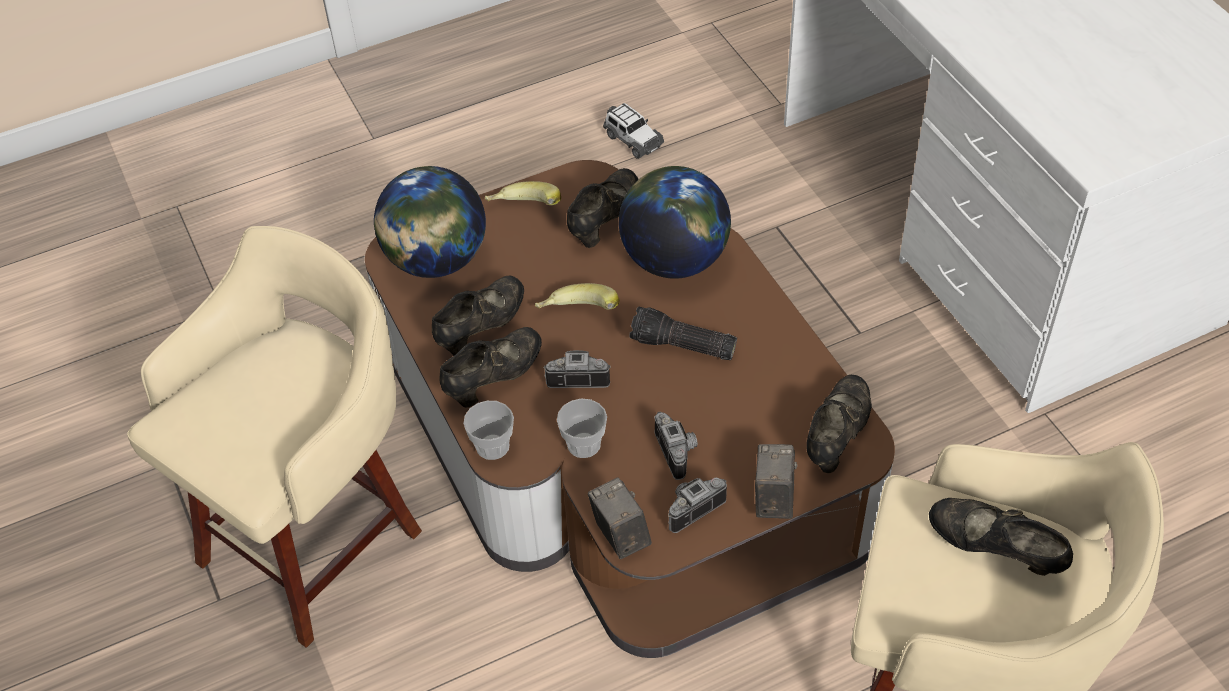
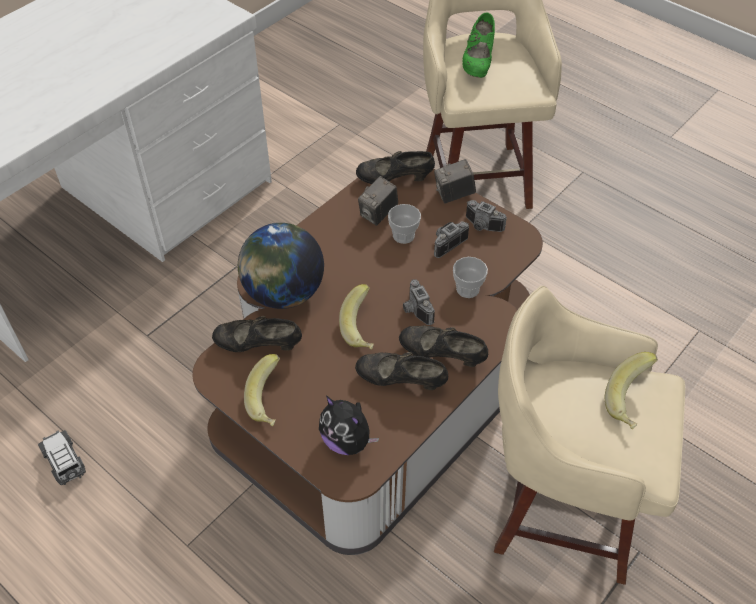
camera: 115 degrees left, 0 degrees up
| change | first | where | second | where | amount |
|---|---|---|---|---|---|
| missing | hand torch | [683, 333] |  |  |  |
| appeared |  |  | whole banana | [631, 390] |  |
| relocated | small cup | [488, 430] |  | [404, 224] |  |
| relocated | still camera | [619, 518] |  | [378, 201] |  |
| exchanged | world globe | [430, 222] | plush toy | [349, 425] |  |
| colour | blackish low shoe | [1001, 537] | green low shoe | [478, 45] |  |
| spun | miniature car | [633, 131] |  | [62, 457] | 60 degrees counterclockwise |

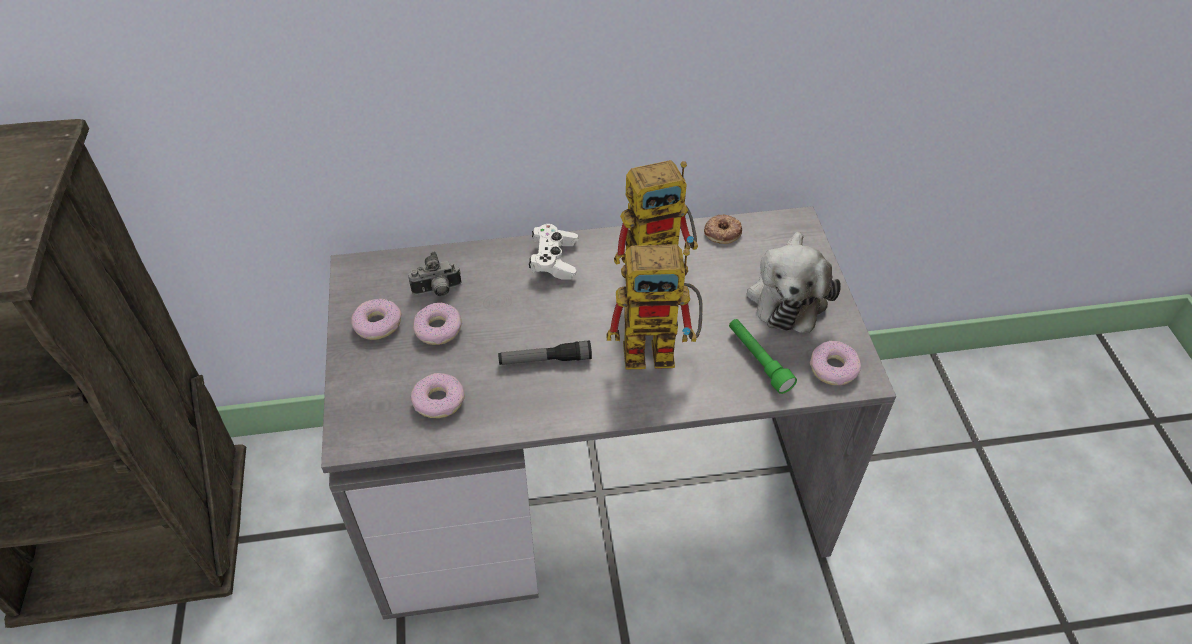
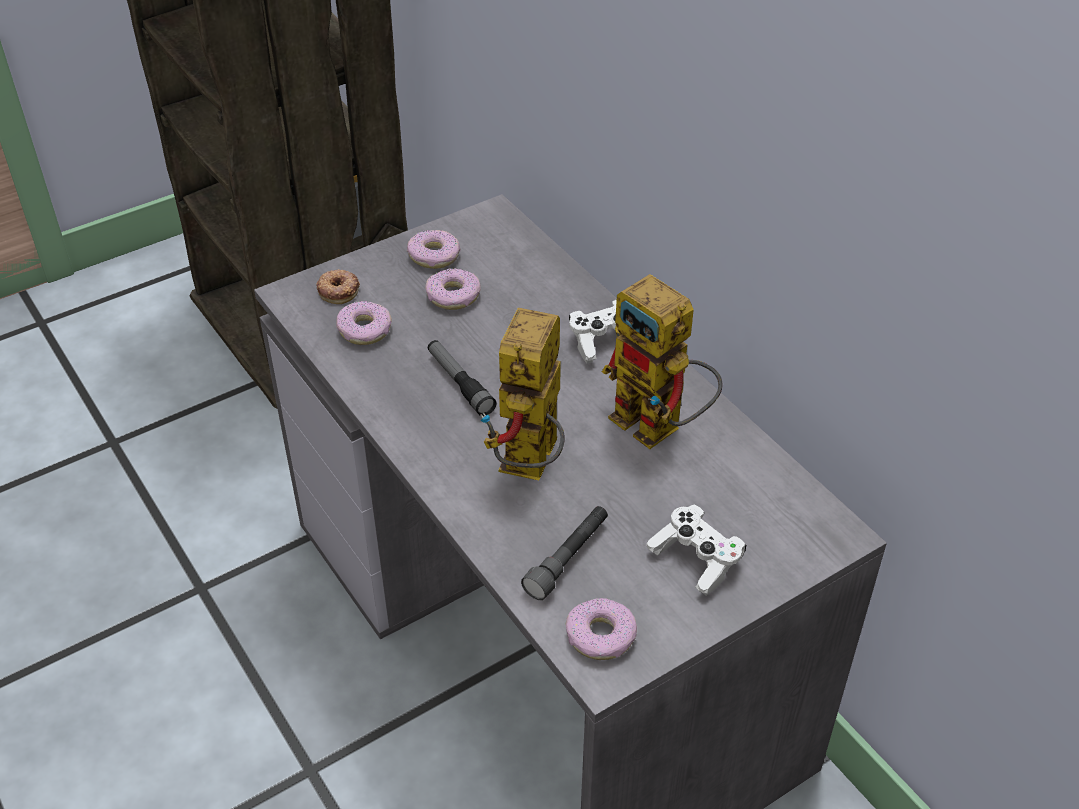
camera: 65 degrees right, 5 degrees down
| change | first | where | second | where | amount |
|---|---|---|---|---|---|
| missing | still camera | [434, 274] |  |  |  |
| relocated | doughnut | [723, 229] |  | [338, 286] |  |
| exchanged | plush toy | [794, 282] | whitish gamepad | [696, 550] |  |
| colour | green hand torch | [763, 356] | grey hand torch | [564, 553] |  |
| spun | model robot | [654, 306] |  | [522, 394] | 45 degrees clockwise |

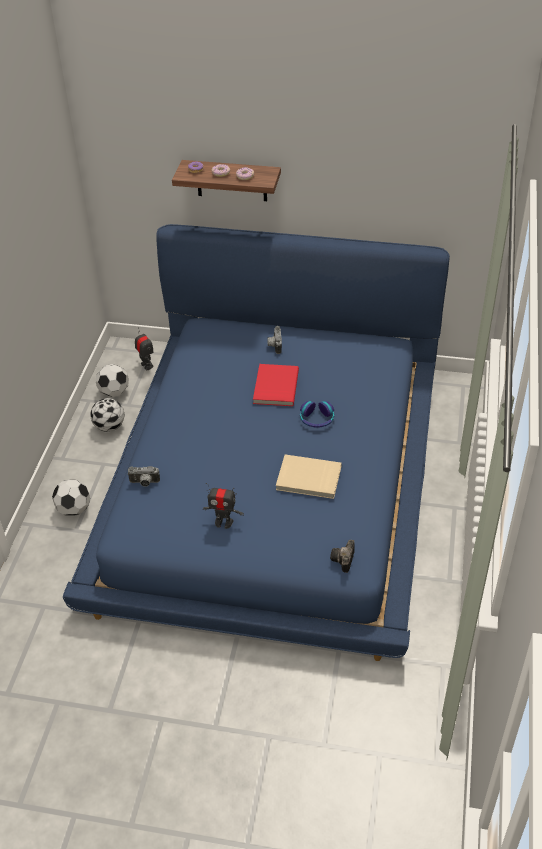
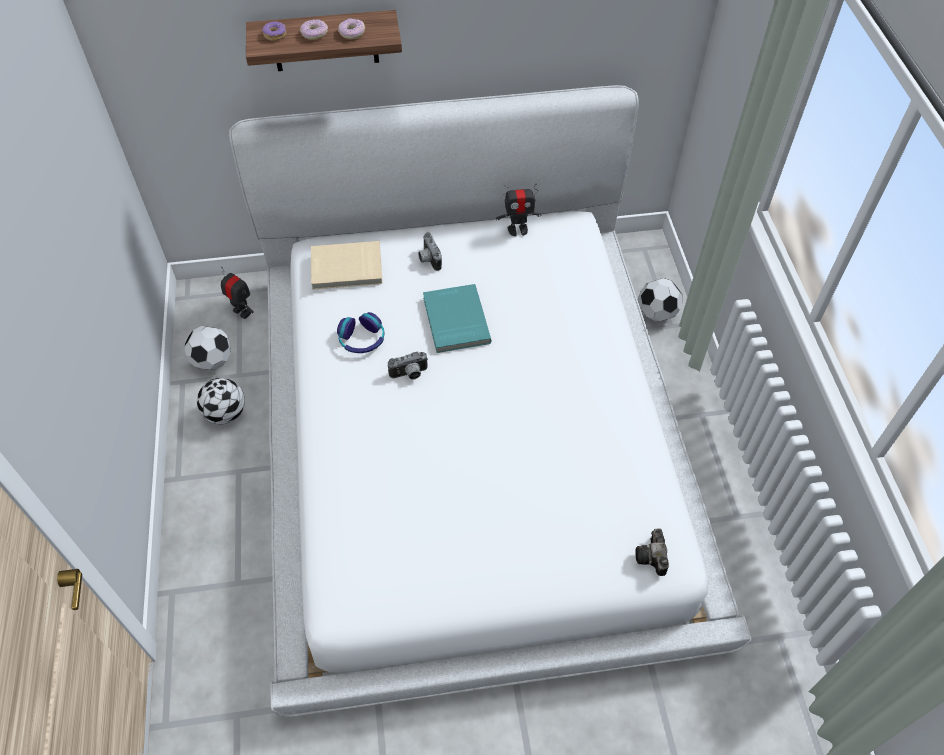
camera: 20 degrees left, 10 degrees up
| change | first | where | second | where | amount |
|---|---|---|---|---|---|
| relocated | football | [71, 498] |  | [661, 300] |  |
| relocated | still camera | [144, 476] |  | [408, 366] |  |
| relocated | model robot | [223, 506] |  | [518, 210] |  |
| relocated | beige-coloured volume | [309, 476] |  | [347, 265] |  |
| relocated | headphones | [317, 414] |  | [361, 332] |  |
| colour | blue-coloured sleeping bed | [256, 442] | whitish sleeping bed | [490, 401] |  |
| colour | red volume | [276, 385] | blue-green volume | [457, 318] |  |

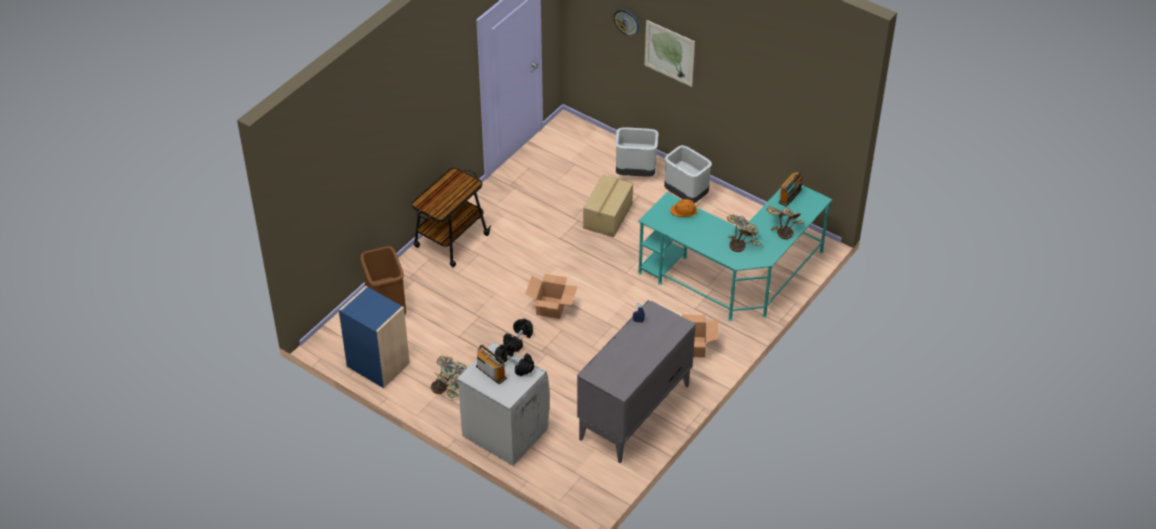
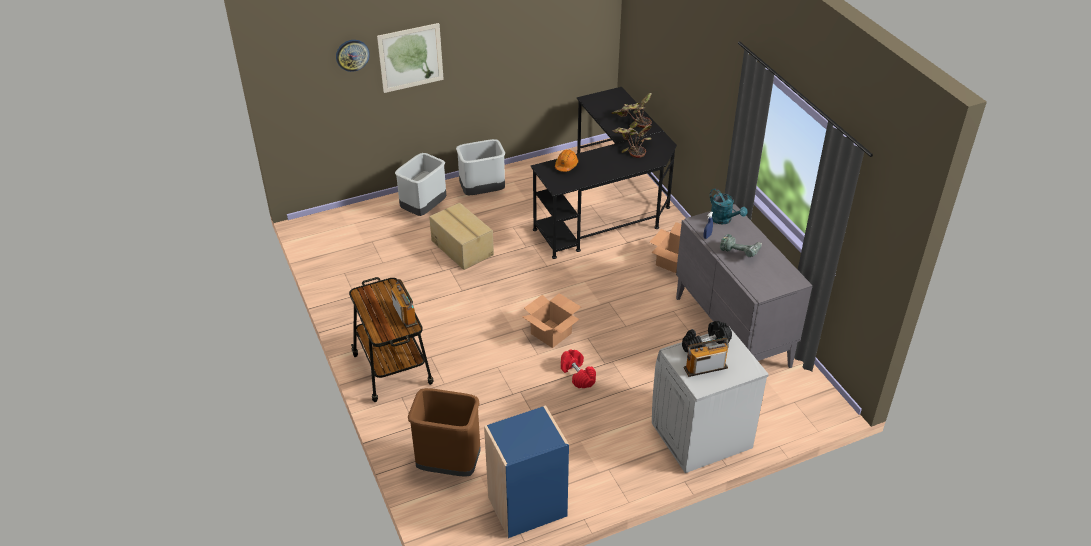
camera: 60 degrees left, 5 degrees down
| change | first | where | second | where | amount |
|---|---|---|---|---|---|
| missing | houseplant | [449, 377] |  |  |  |
| appeared |  |  | blue-green sprinkling can | [728, 206] |  |
| appeared |  |  | power drill | [741, 245] |  |
| relocated | radio set | [790, 189] |  | [404, 303] |  |
| colour | blackish dumbbell | [518, 335] | red dumbbell | [578, 368] |  |
| colour | blue-green desk table | [735, 253] | blackish desk table | [604, 173] |  |

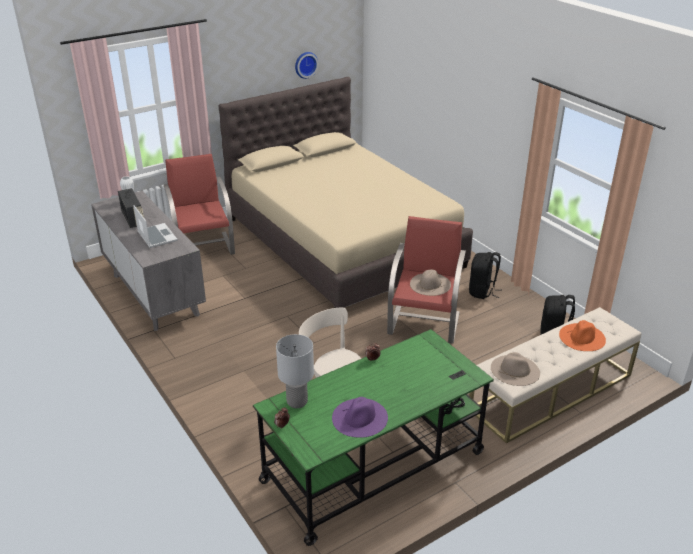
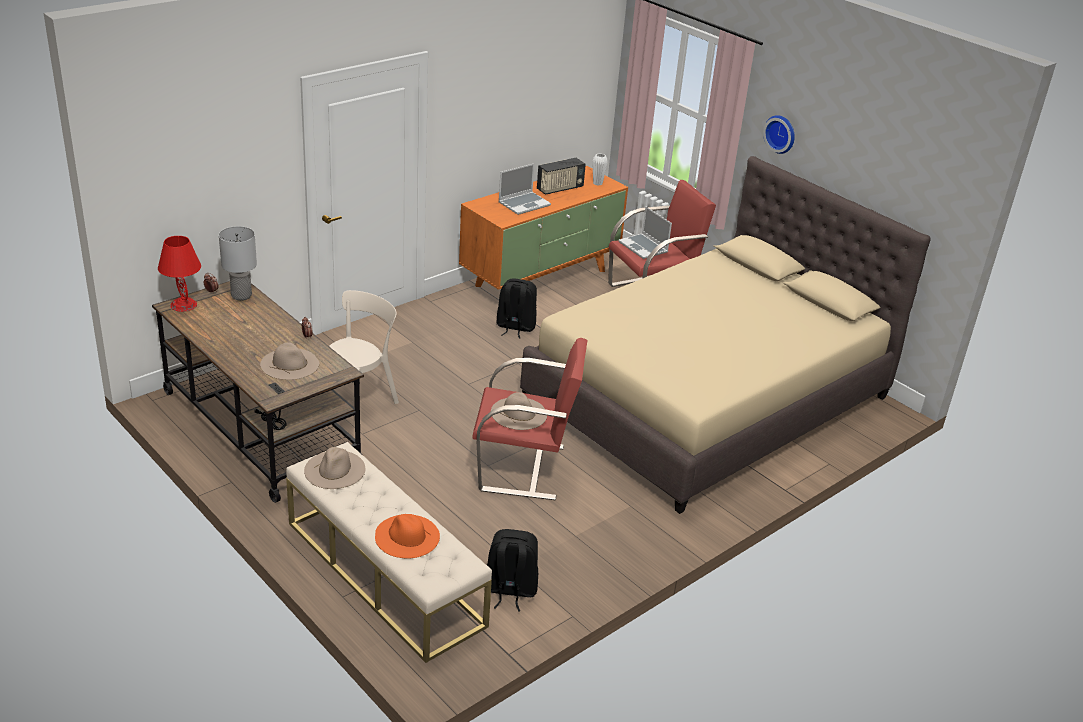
camera: 80 degrees right, 0 degrees up
| change | first | where | second | where | amount |
|---|---|---|---|---|---|
| missing | purplish hat | [360, 417] |  |  |  |
| appeared |  |  | red tabletop lamp | [179, 274] |  |
| appeared |  |  | beige-coloured hat | [289, 361] |  |
| appeared |  |  | laptop | [645, 232] |  |
| relocated | clock on the wall | [306, 65] |  | [779, 134] |  |
| relocated | blackish backpack | [485, 275] |  | [516, 308] |  |
| colour | grey dresser | [148, 261] | orangey dresser | [543, 228] |  |
| colour | green desk table | [373, 437] | brown-coloured desk table | [258, 392] |  |

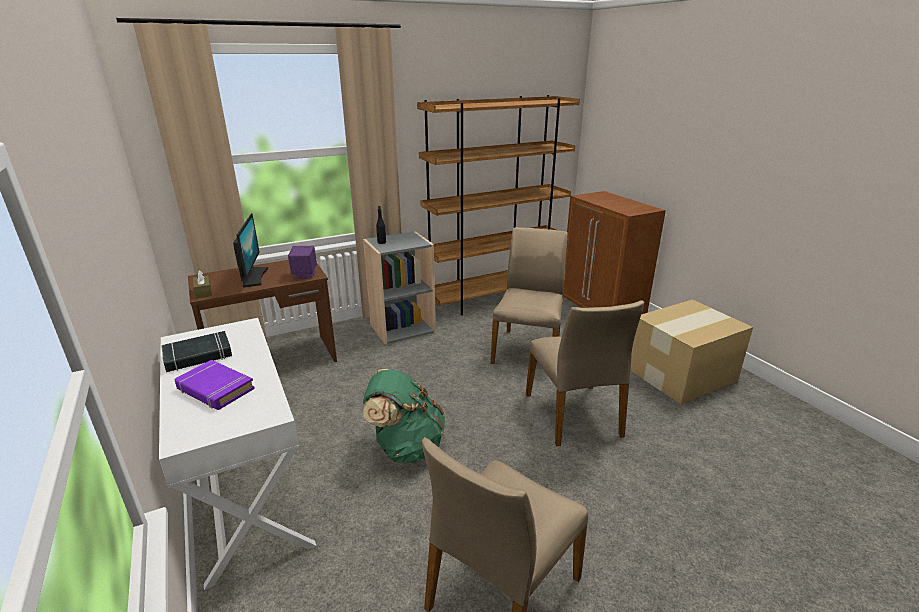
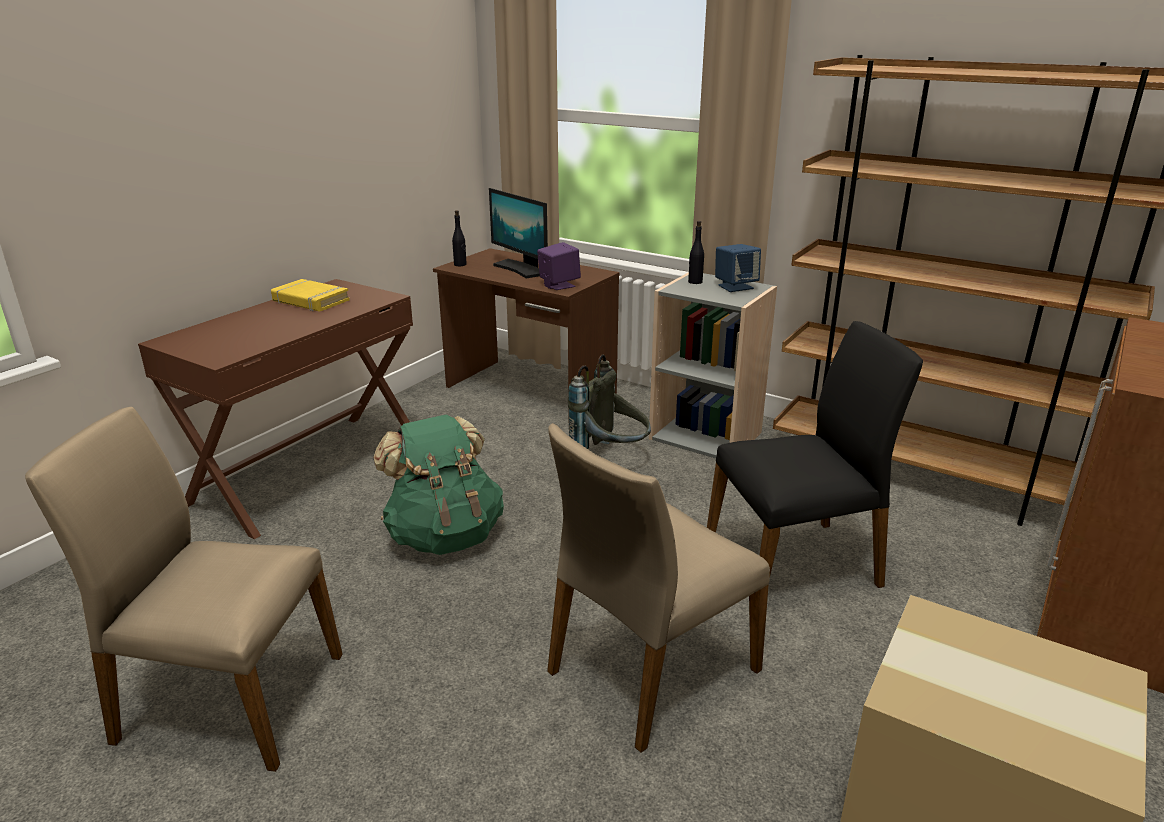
camera: 60 degrees right, 0 degrees up
| change | first | where | second | where | amount |
|---|---|---|---|---|---|
| missing | purplish volume | [215, 385] |  |  |  |
| appeared |  |  | grey backpack | [609, 401] |  |
| appeared |  |  | blue-coloured audio speaker | [738, 268] |  |
| exchanged | brown-coloured tissue box | [202, 284] | blackish beverage bottle | [459, 238] |  |
| colour | whitish desk table | [237, 454] | brown-coloured desk table | [275, 409] |  |
| colour | blackish volume | [196, 351] | yellow-coloured volume | [310, 295] |  |
| colour | beige-coloured plain chair | [529, 295] | blackish plain chair | [815, 454] |  |
| spun | computer screen | [250, 250] |  | [518, 233] | 90 degrees clockwise |

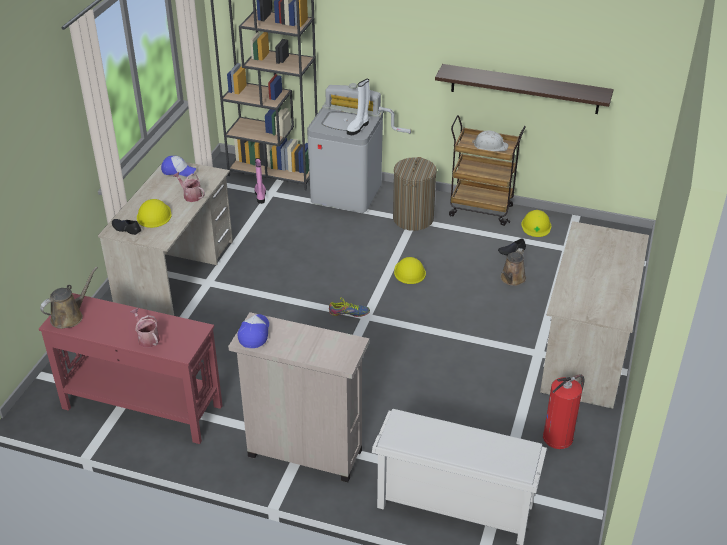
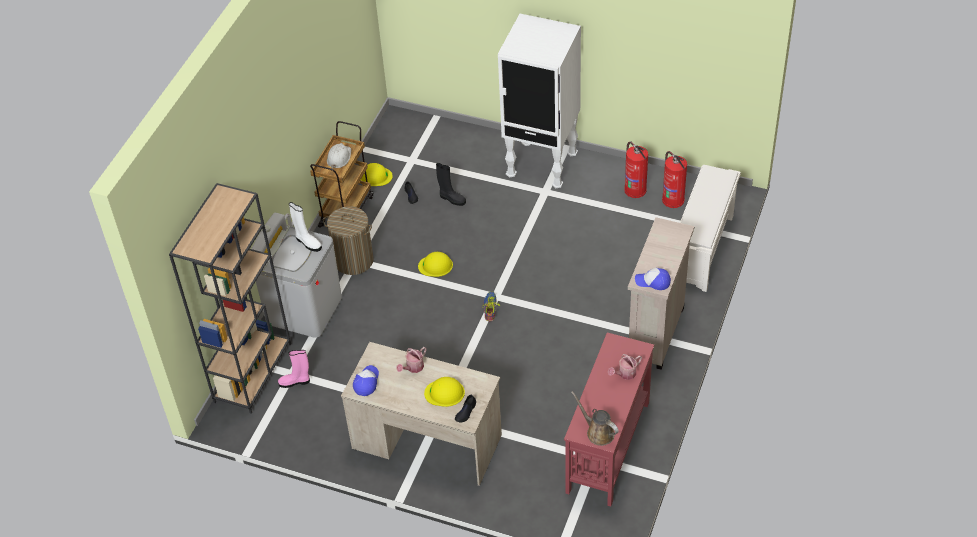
camera: 85 degrees left, 10 degrees up
| change | first | where | second | where | amount |
|---|---|---|---|---|---|
| missing | wall shelf | [524, 89] |  |  |  |
| appeared |  |  | extinguisher | [674, 179] |  |
| exchanged | brown-coloured sprinkling can | [513, 267] | blackish boot | [451, 184] |  |
| exchanged | beige-coloured desk table | [594, 315] | whitish storage cabinet | [539, 101] |  |

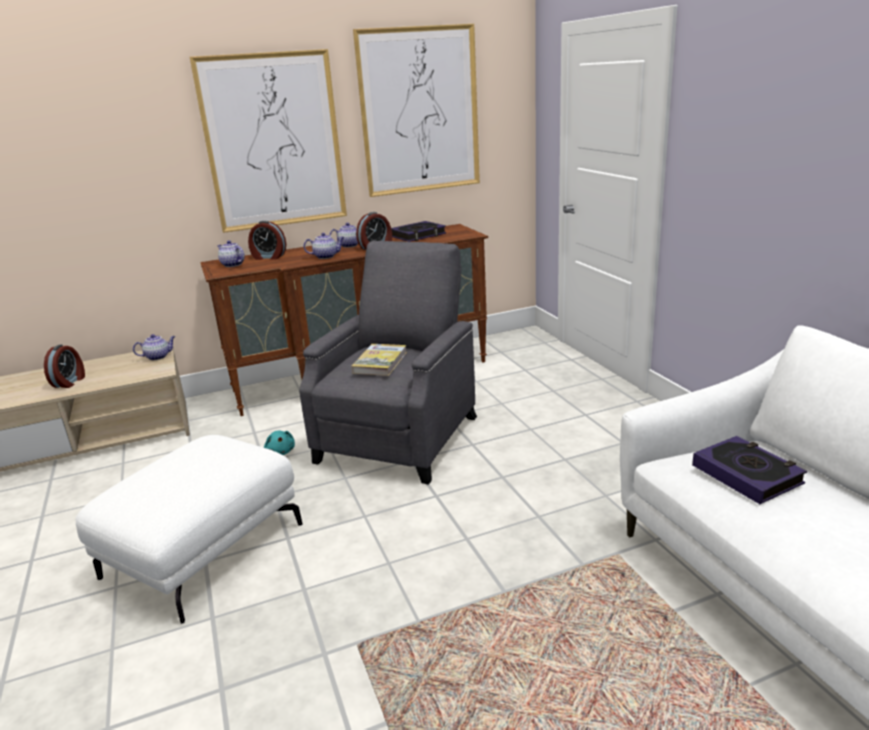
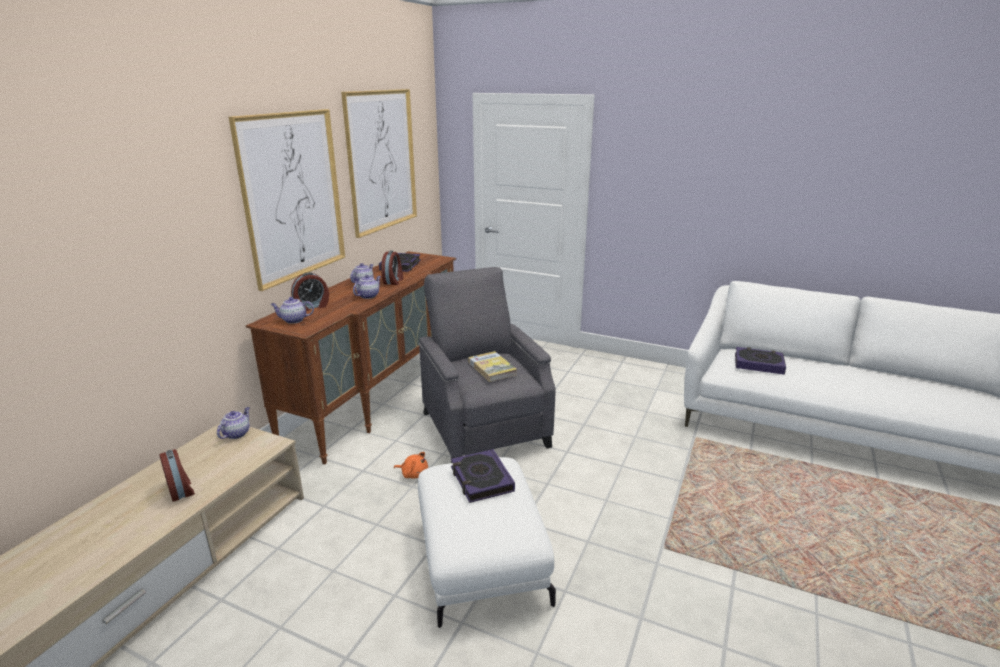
camera: 45 degrees left, 0 degrees up
| change | first | where | second | where | amount |
|---|---|---|---|---|---|
| appeared |  |  | volume | [483, 476] |  |
| colour | blue-green plush toy | [279, 443] | orangey plush toy | [411, 465] |  |

